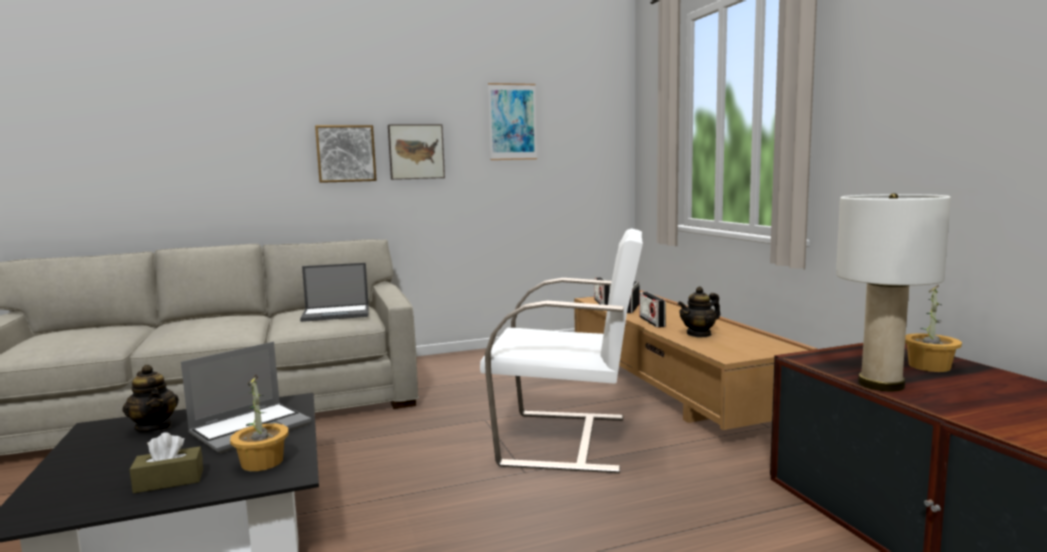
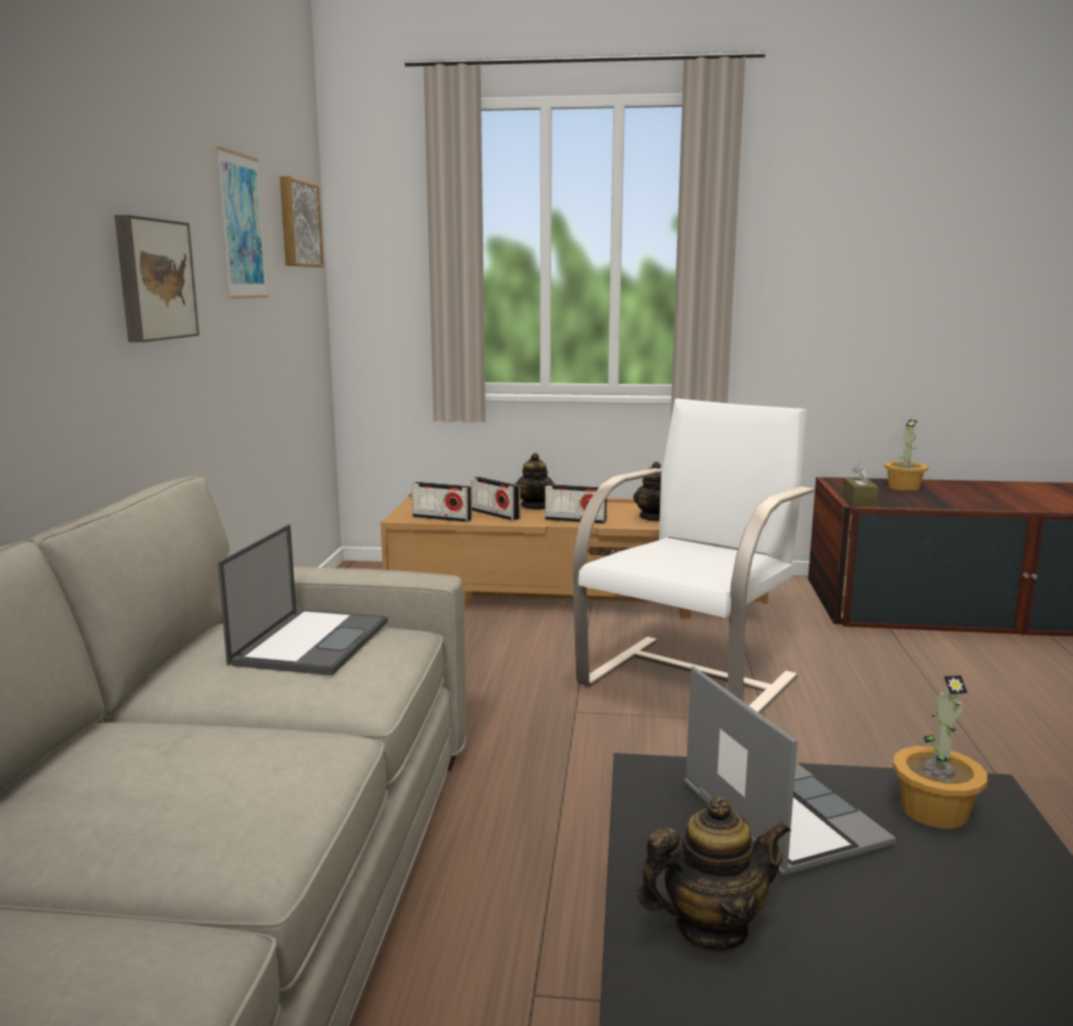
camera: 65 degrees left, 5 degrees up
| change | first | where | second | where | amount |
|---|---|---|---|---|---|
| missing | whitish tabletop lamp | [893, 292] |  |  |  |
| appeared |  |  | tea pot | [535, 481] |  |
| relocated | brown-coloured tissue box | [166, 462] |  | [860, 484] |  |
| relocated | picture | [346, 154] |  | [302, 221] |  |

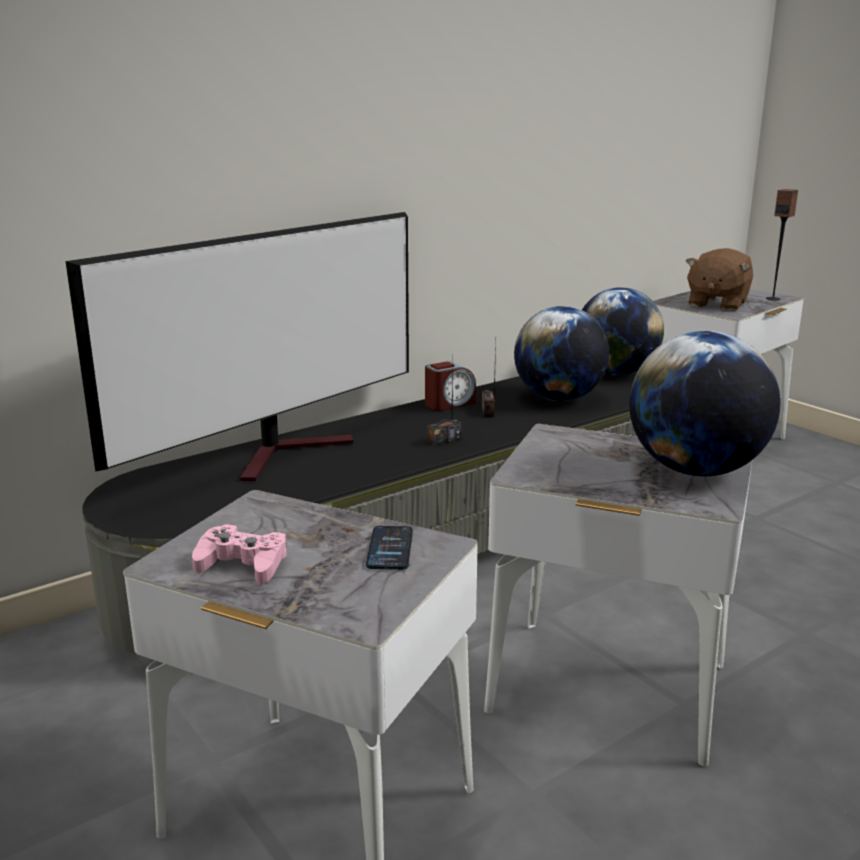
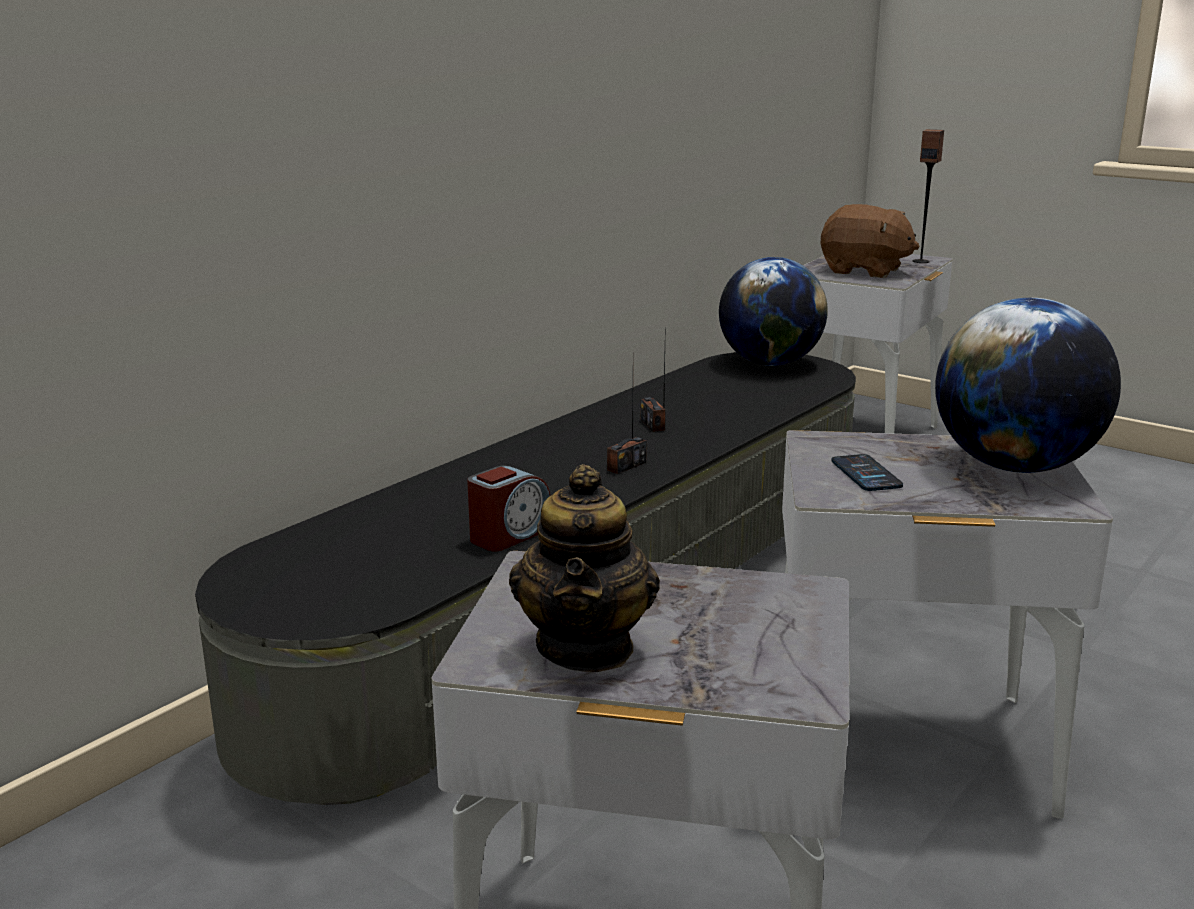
camera: 15 degrees left, 0 degrees up
| change | first | where | second | where | amount |
|---|---|---|---|---|---|
| missing | TV set | [237, 346] |  |  |  |
| missing | world globe | [561, 353] |  |  |  |
| relocated | handset | [389, 548] |  | [867, 472] |  |
| relocated | table clock | [450, 386] |  | [508, 508] |  |
| exchanged | pink-coloured gamepad | [239, 554] | tea pot | [584, 568] |  |
| spun | brown-coloured plush toy | [719, 279] |  | [870, 241] | 75 degrees counterclockwise |

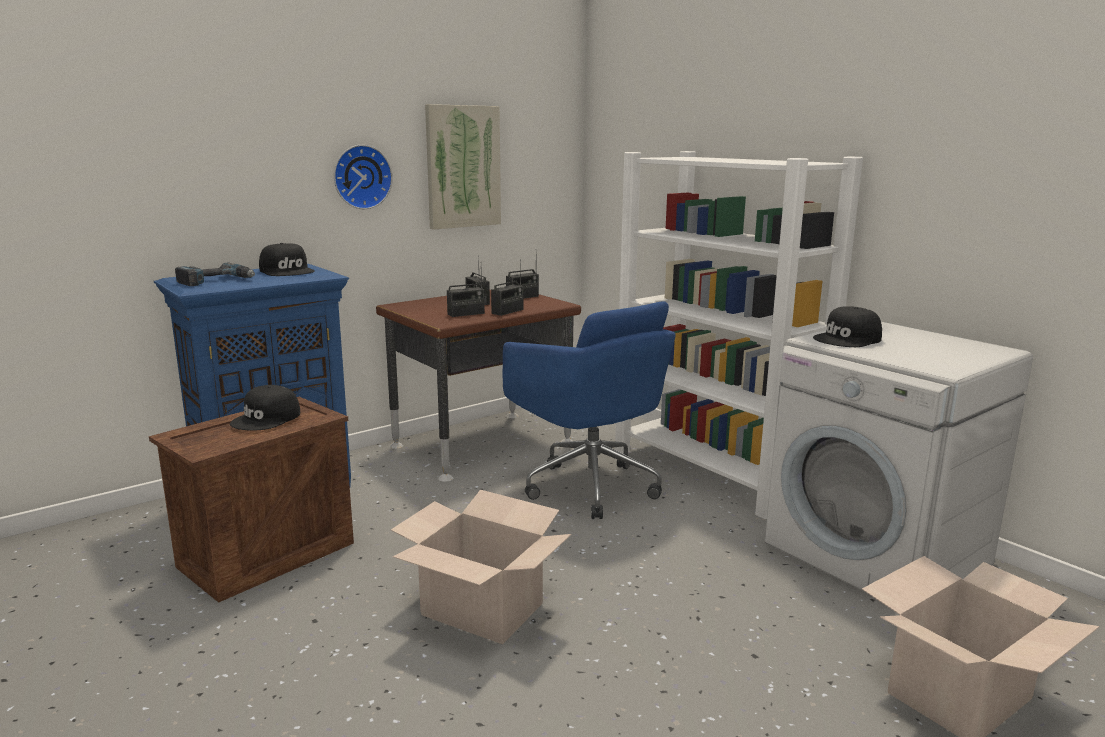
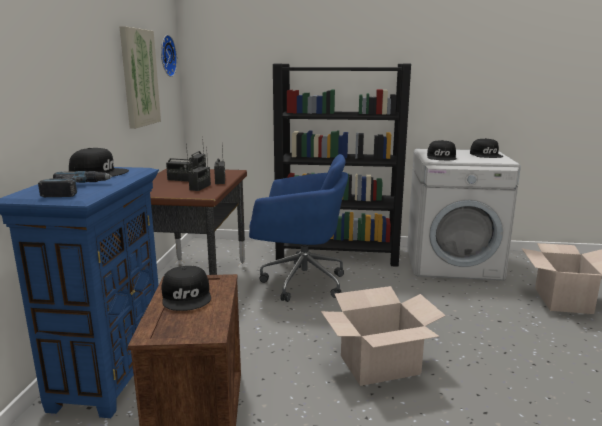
camera: 45 degrees left, 0 degrees up
| change | first | where | second | where | amount |
|---|---|---|---|---|---|
| appeared |  |  | blackish baseball cap | [486, 148] |  |
| relocated | clock on the wall | [363, 177] |  | [169, 56] |  |
| colour | whitish bookcase | [739, 335] | blackish bookcase | [342, 165] |  |

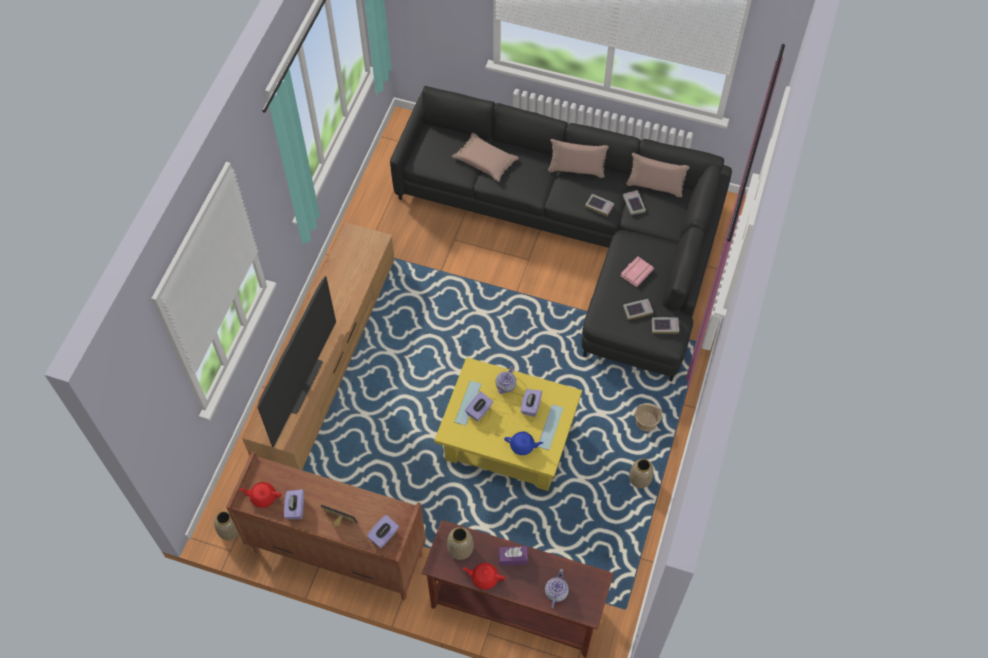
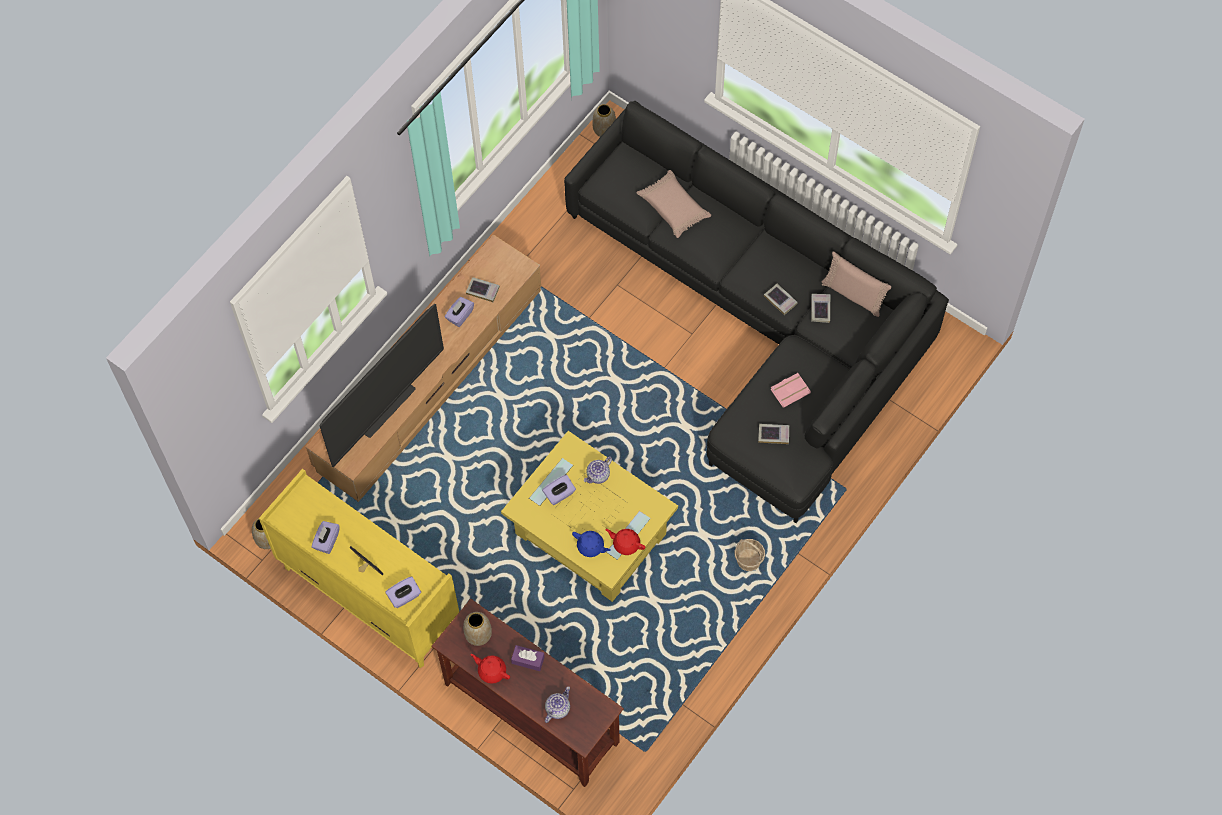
camera: 20 degrees right, 5 degrees up
| change | first | where | second | where | amount |
|---|---|---|---|---|---|
| missing | beige-coloured cushion | [578, 158] |  |  |  |
| relocated | red tea pot | [260, 495] |  | [625, 542] |  |
| relocated | purplish tissue box | [531, 403] |  | [459, 312] |  |
| relocated | decorative vase | [641, 473] |  | [604, 120] |  |
| relocated | volume | [665, 325] |  | [483, 289] |  |
| colour | brown-coloured storage cabinet | [326, 525] | yellow-coloured storage cabinet | [359, 568] |  |

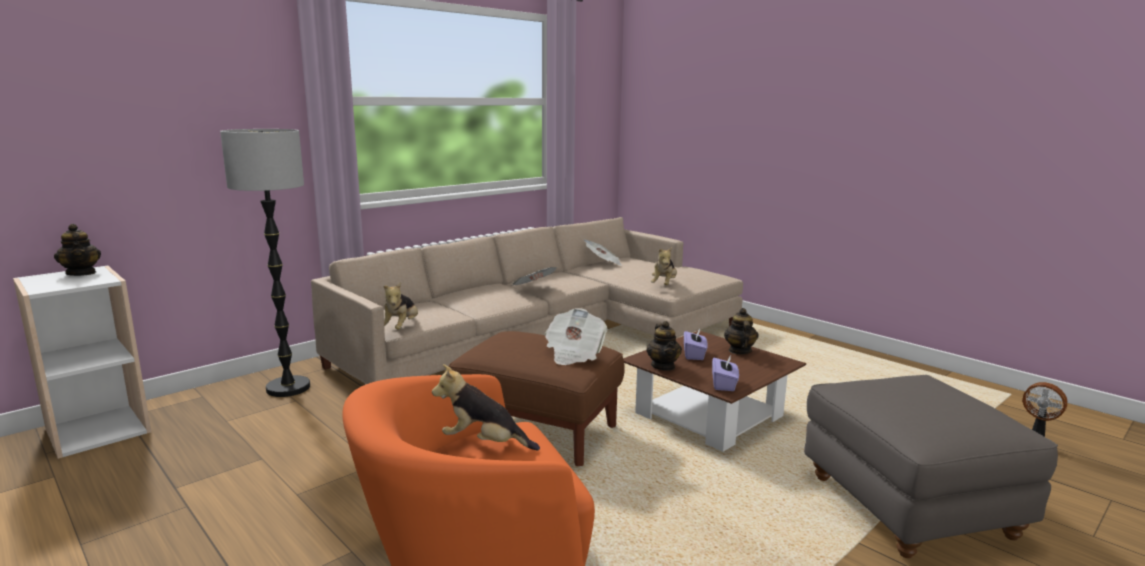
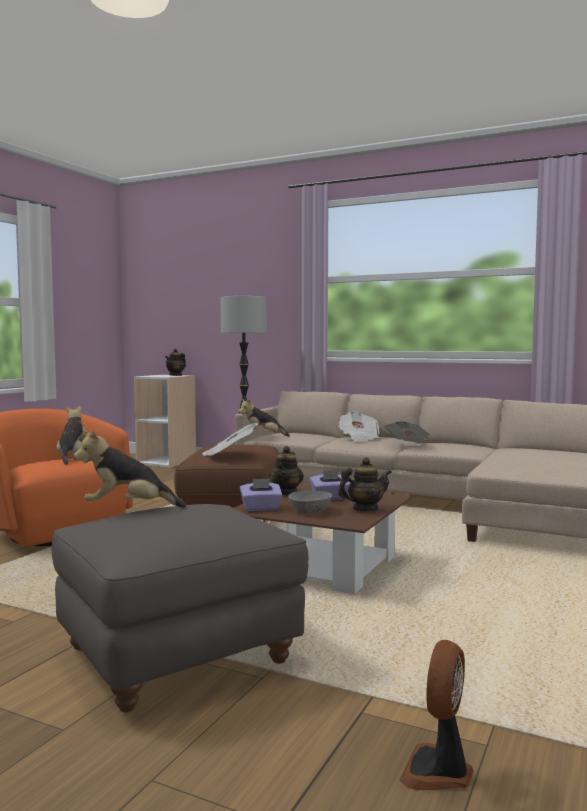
camera: 70 degrees right, 10 degrees down
| change | first | where | second | where | amount |
|---|---|---|---|---|---|
| appeared |  |  | grey deep dish | [310, 502] |  |
| relocated | daily paper | [602, 252] |  | [358, 427] |  |
| relocated | plush toy | [664, 266] |  | [129, 469] |  |
| spun | tea pot | [664, 346] |  | [286, 470] | 45 degrees counterclockwise |

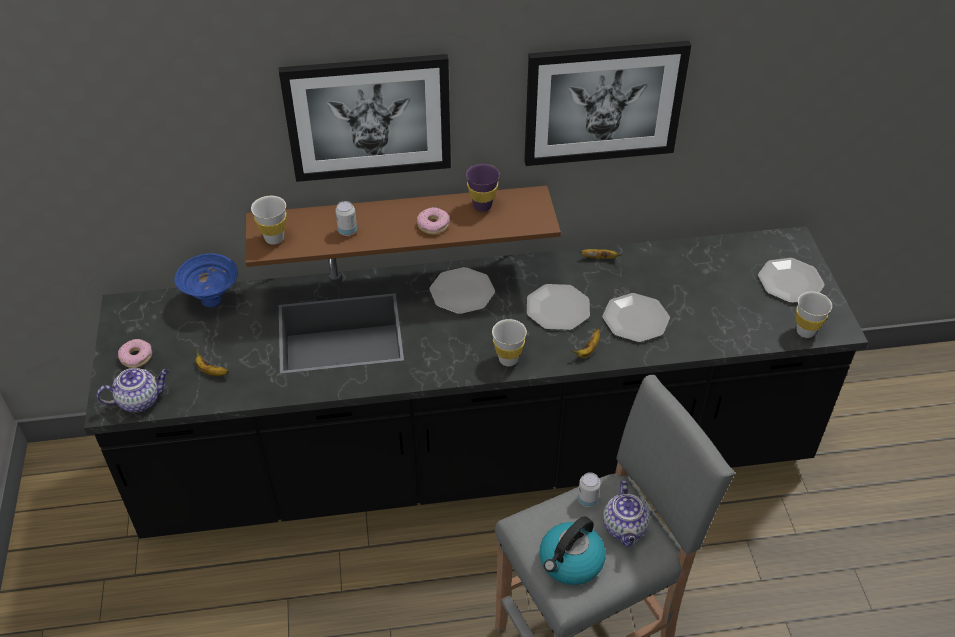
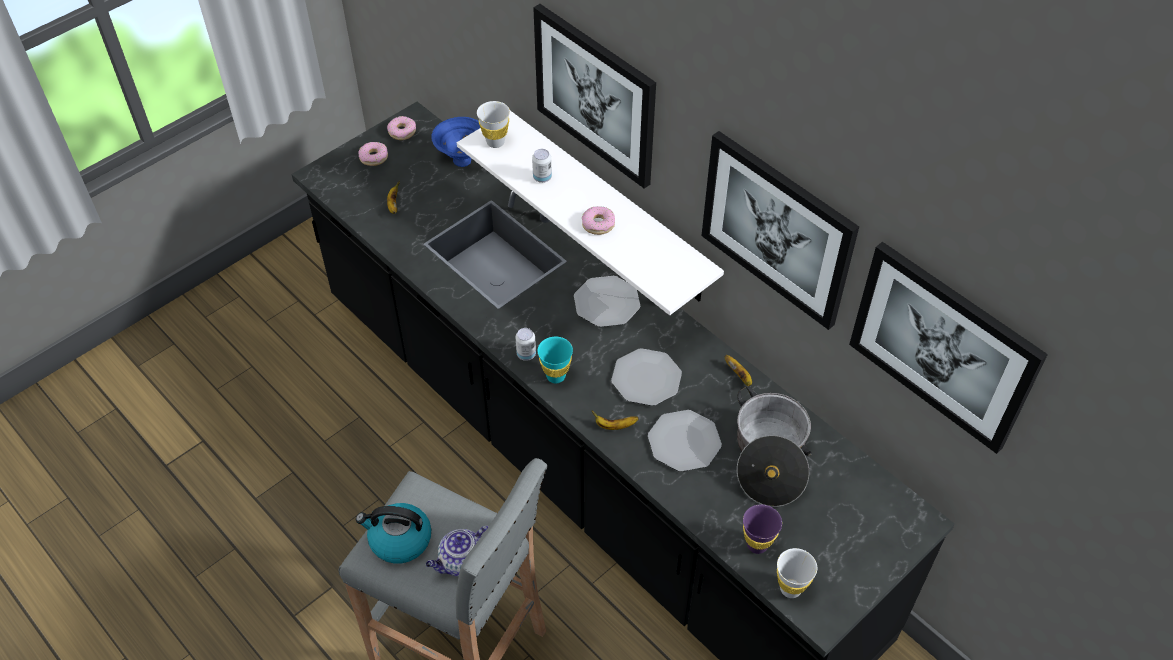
camera: 55 degrees right, 5 degrees up
| change | first | where | second | where | amount |
|---|---|---|---|---|---|
| missing | tea pot | [133, 390] |  |  |  |
| missing | plate | [791, 280] |  |  |  |
| appeared |  |  | doughnut | [401, 128] |  |
| appeared |  |  | stockpot | [774, 446] |  |
| appeared |  |  | picture | [948, 348] |  |
| relocated | purplish small cup | [483, 188] |  | [762, 529] |  |
| relocated | metal can | [589, 489] |  | [525, 344] |  |
| colour | brown-coloured wall shelf | [403, 226] | whitish wall shelf | [590, 213] |  |
| colour | whitish small cup | [509, 342] | blue-green small cup | [555, 360] |  |

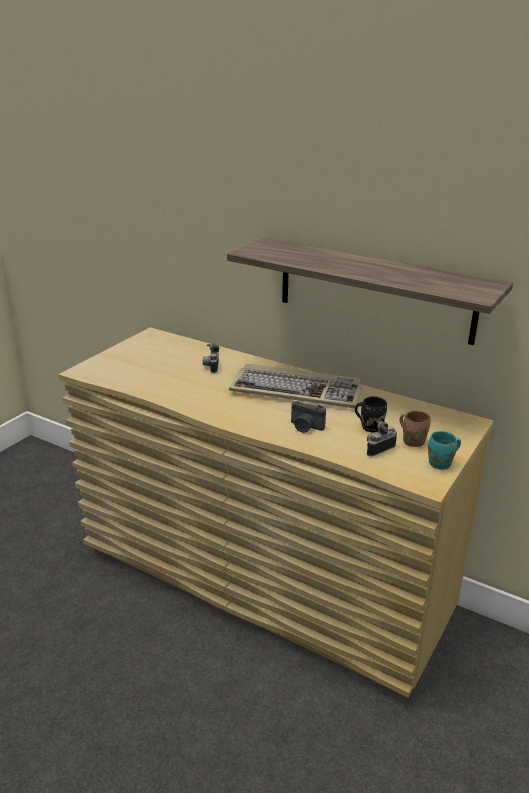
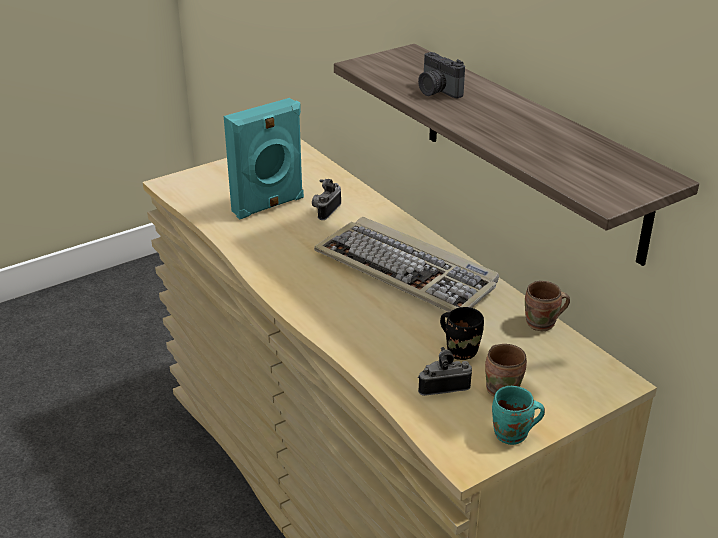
camera: 25 degrees right, 5 degrees up
| change | first | where | second | where | amount |
|---|---|---|---|---|---|
| appeared |  |  | blue-green audio speaker | [264, 158] |  |
| appeared |  |  | brown-coloured mug | [547, 306] |  |
| relocated | still camera | [308, 417] |  | [441, 75] |  |

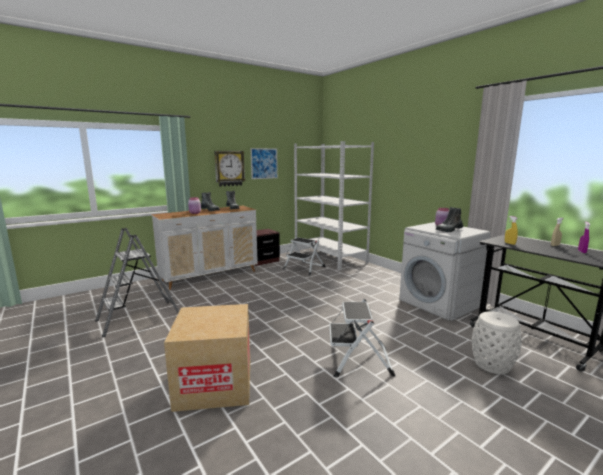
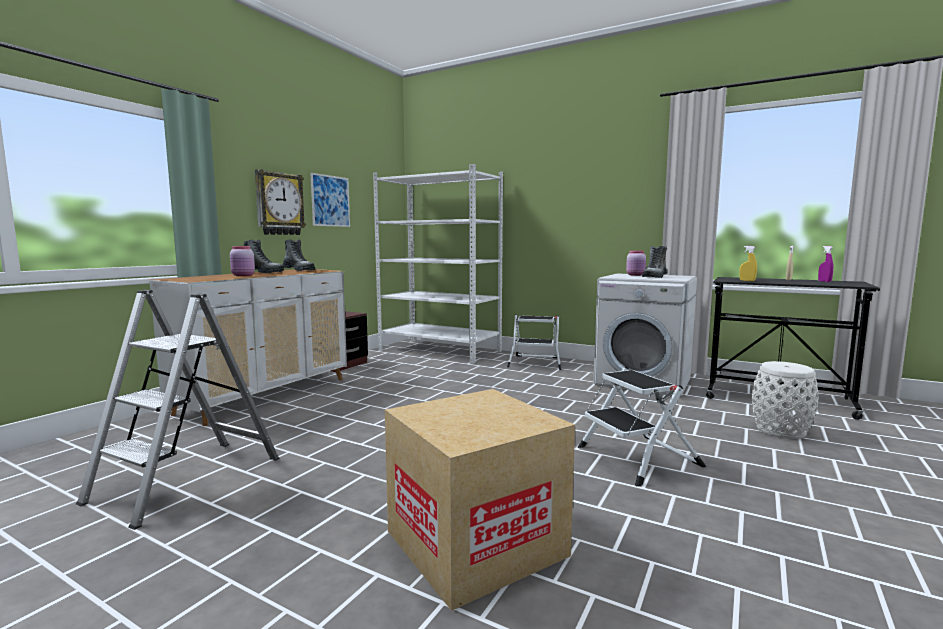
camera: 25 degrees left, 5 degrees down
| change | first | where | second | where | amount |
|---|---|---|---|---|---|
| relocated | step ladder | [304, 256] |  | [534, 342] |  |

